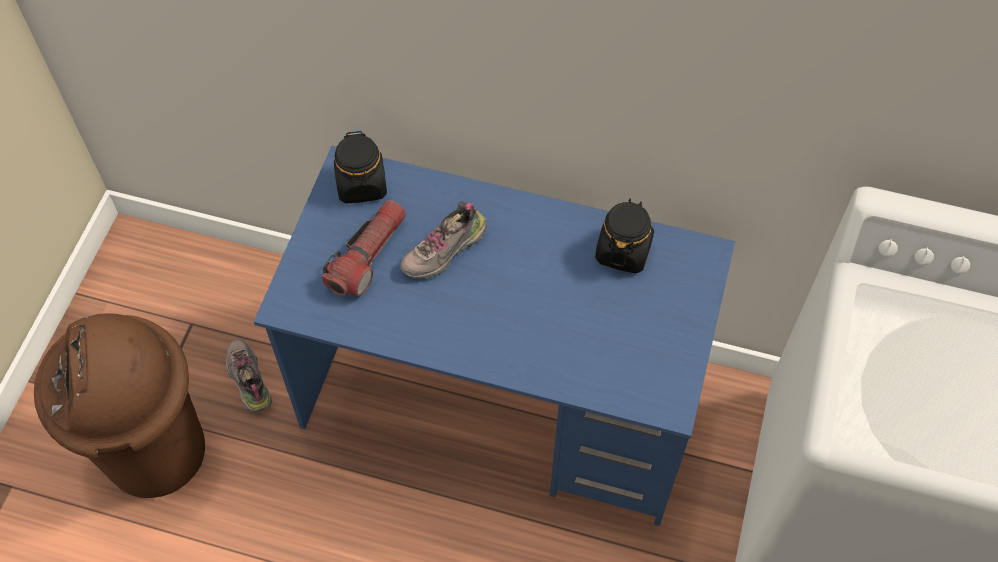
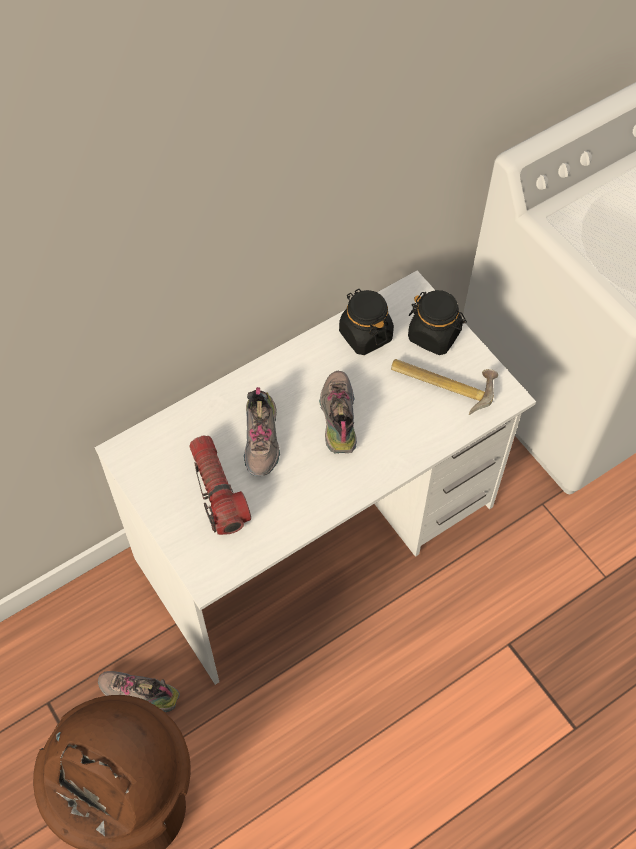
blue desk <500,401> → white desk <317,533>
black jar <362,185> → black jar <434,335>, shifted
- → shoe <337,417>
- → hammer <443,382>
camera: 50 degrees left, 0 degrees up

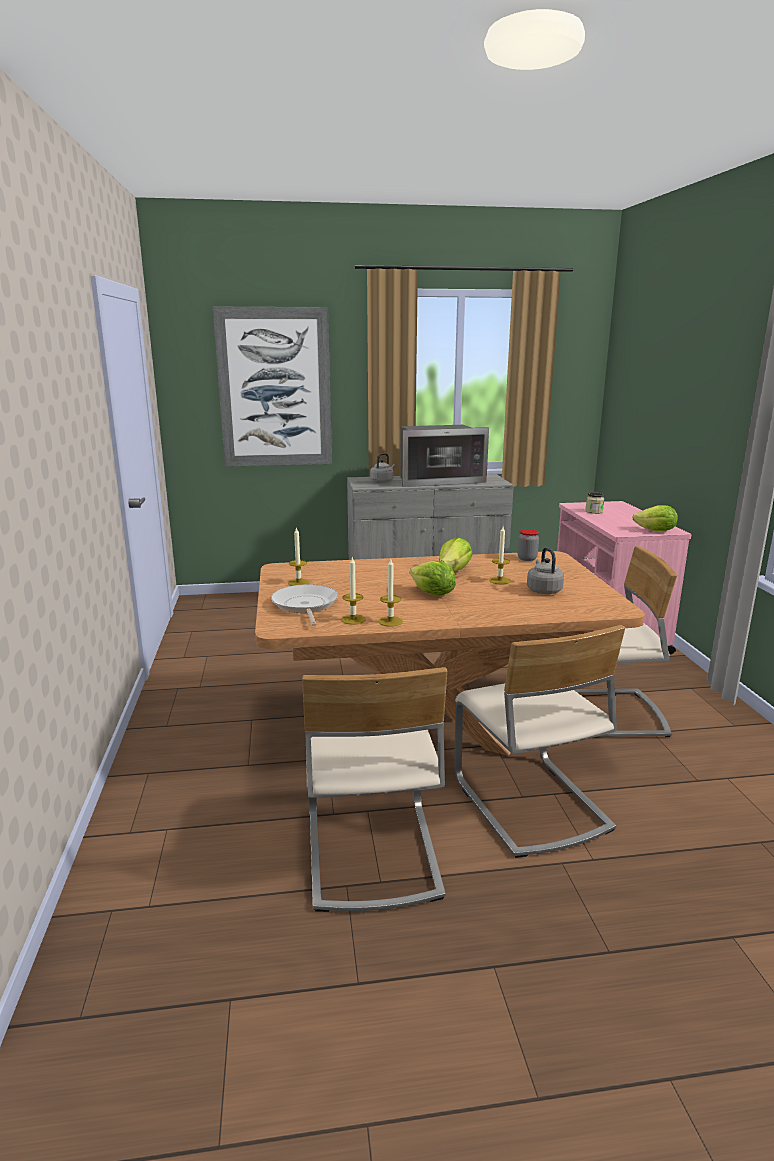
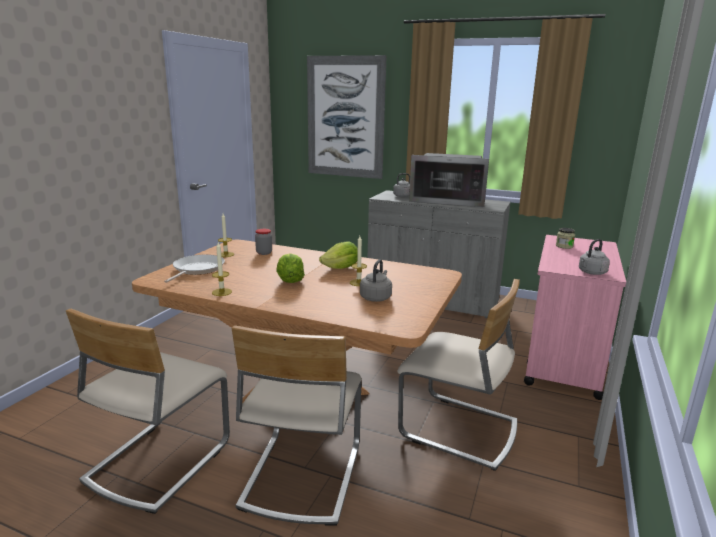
candle <353,619> → -
jar <527,558> → jar <264,253>, shifted
lettuce <656,531> → grey kettle <591,272>
camera: 30 degrees right, 0 degrees up

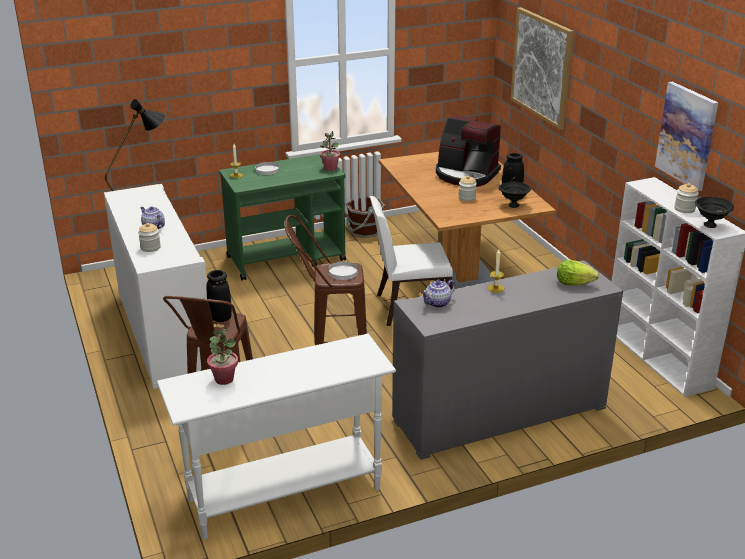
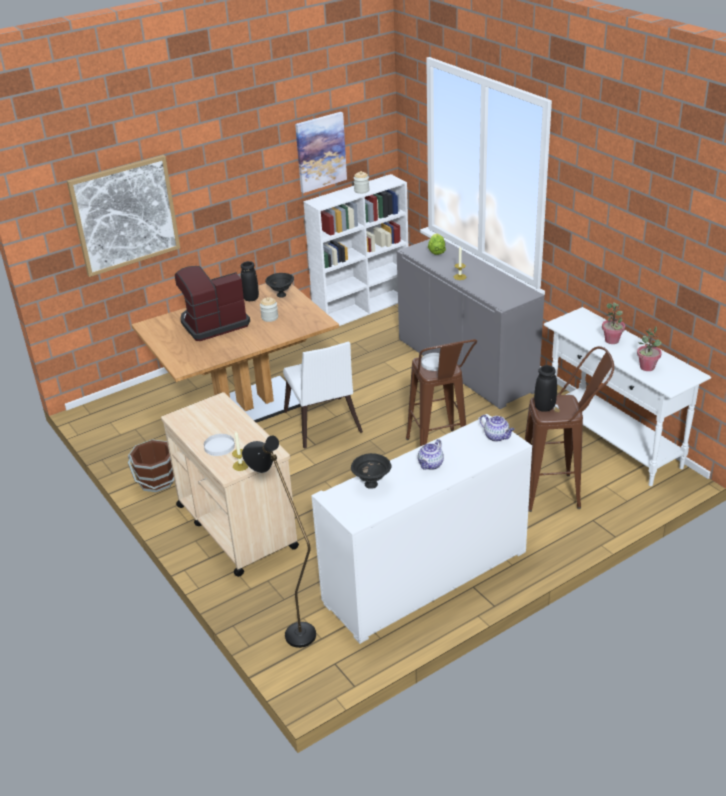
jar <150,247> → -
green cart <287,258> → beige cart <236,526>
potted plant <330,168> → potted plant <612,340>, shifted
teapot <437,303> → teapot <497,436>, shifted
coffee machine <466,175> → coffee machine <213,324>, 135 degrees counterclockwise
black bowl <710,226> → black bowl <372,484>, shifted
camera: 100 degrees left, 5 degrees up

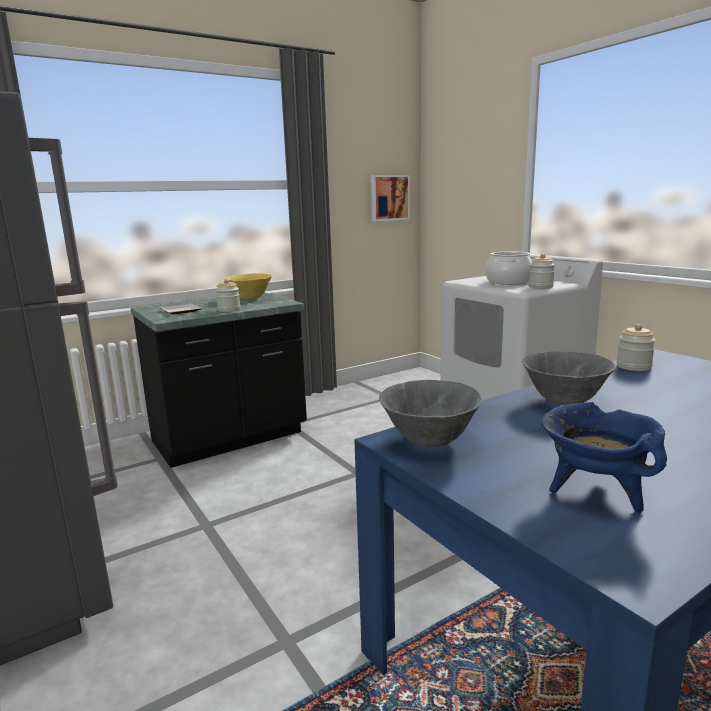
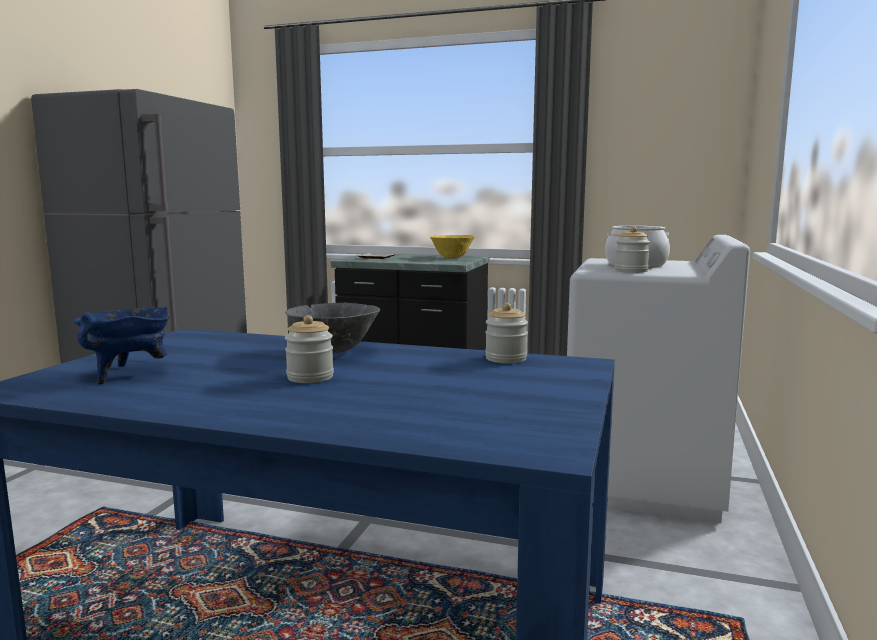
jar <229,309> → jar <310,377>, shifted
picture <389,198> → -
grey bowl <429,442> → -
camera: 50 degrees right, 5 degrees down

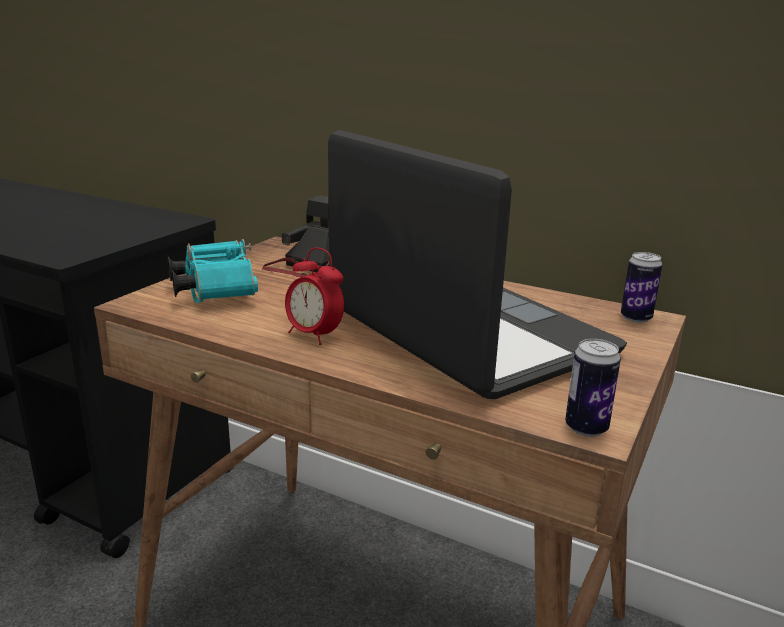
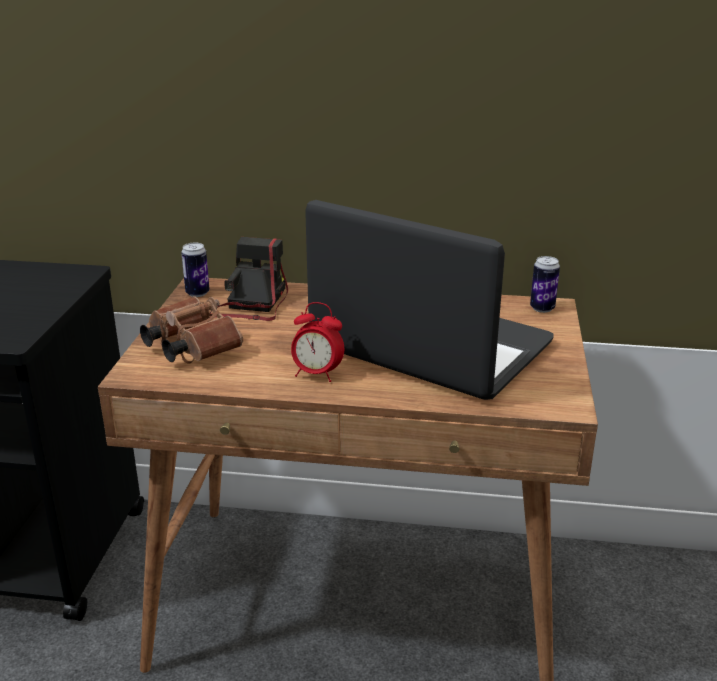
turquoise binoculars <214,290> → brown binoculars <190,347>
can <586,428> → can <197,293>, shifted
camera: 20 degrees left, 5 degrees up

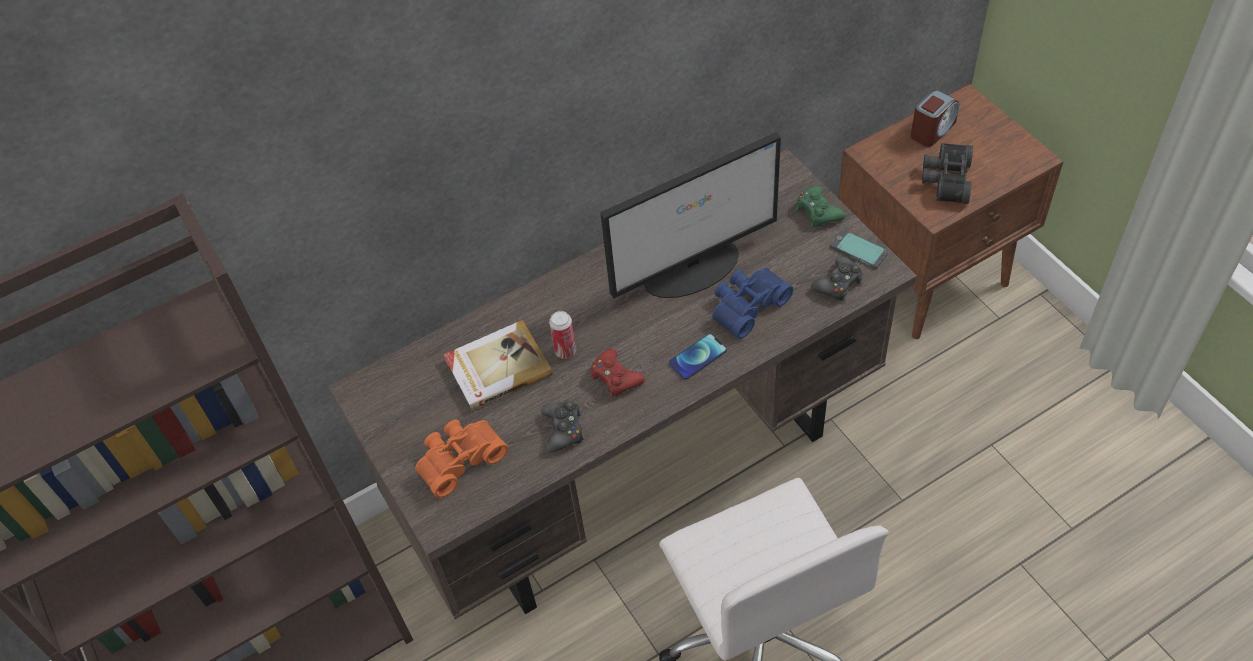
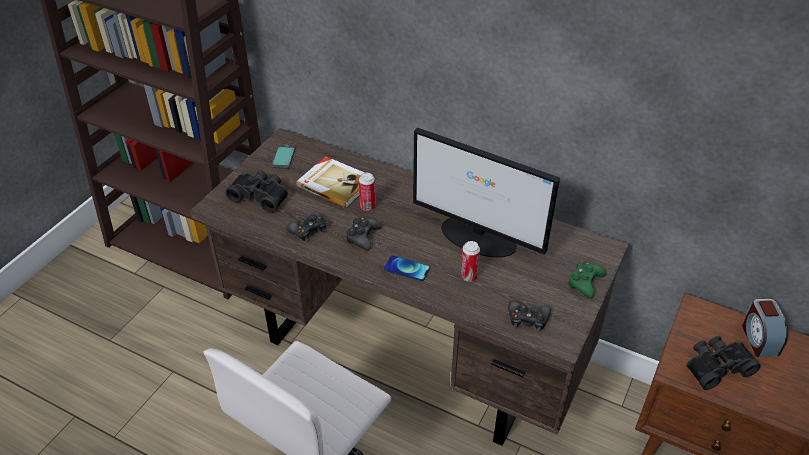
orange binoculars <459,459> → black binoculars <261,195>
red game controller <615,378> → black game controller <363,237>
blue binoculars <746,305> → can <468,276>
phone <858,250> → phone <283,157>, shifted
alarm clock <932,130> → alarm clock <759,339>, 75 degrees clockwise
camera: 55 degrees right, 10 degrees down

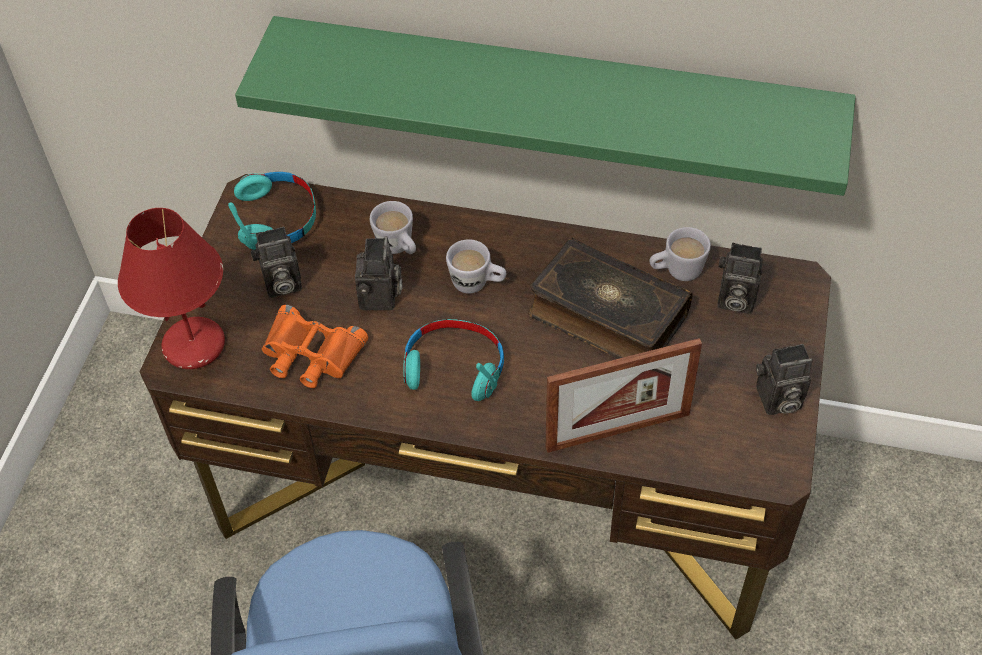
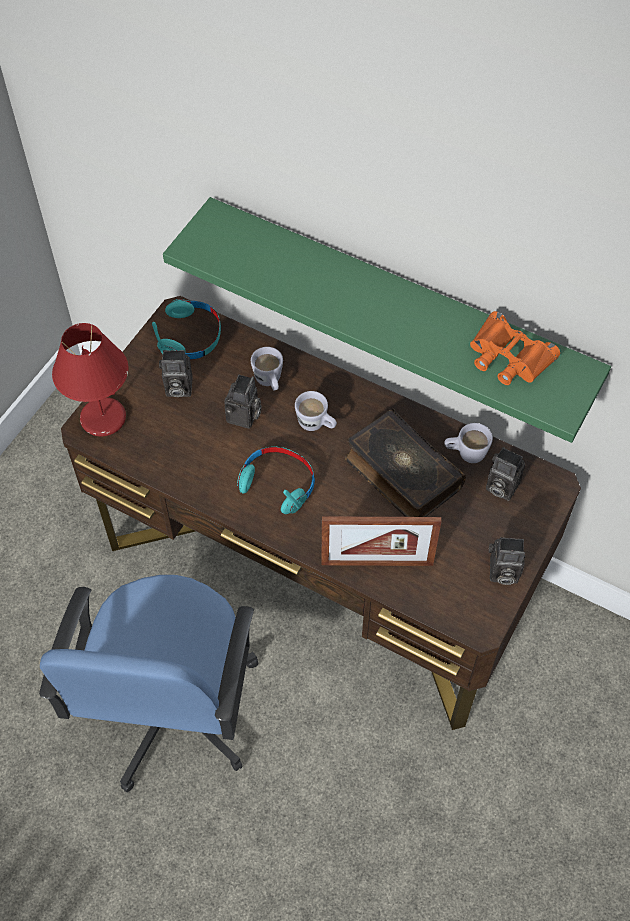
orange binoculars <310,354> → orange binoculars <508,357>, shifted
camera: 15 degrees right, 5 degrees up

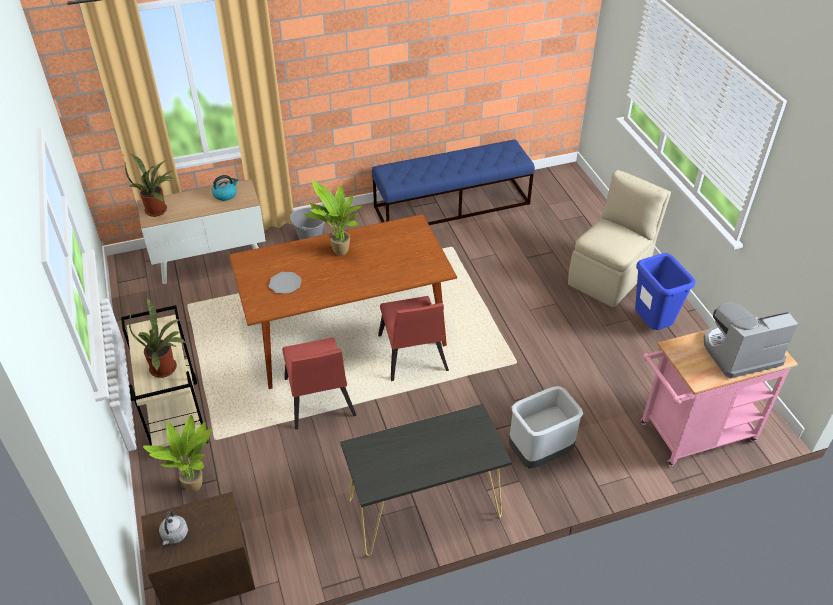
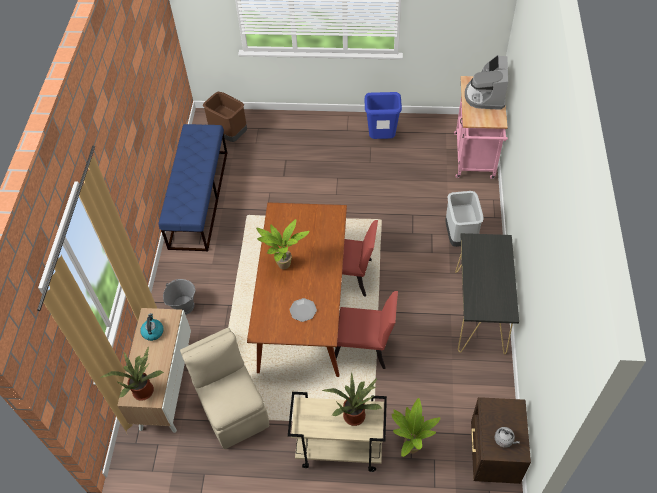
beige chair <609,277> → beige chair <233,409>, shifted
- → brown trash can <228,135>
camera: 65 degrees left, 10 degrees up

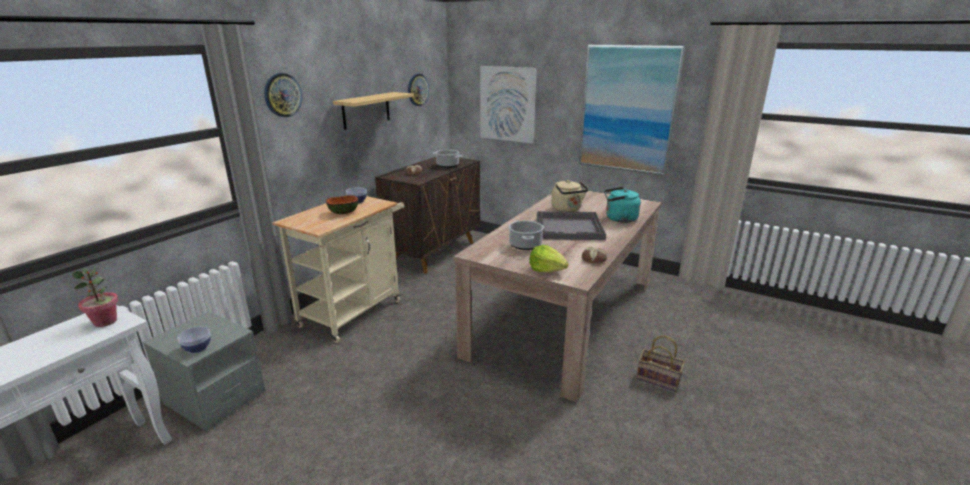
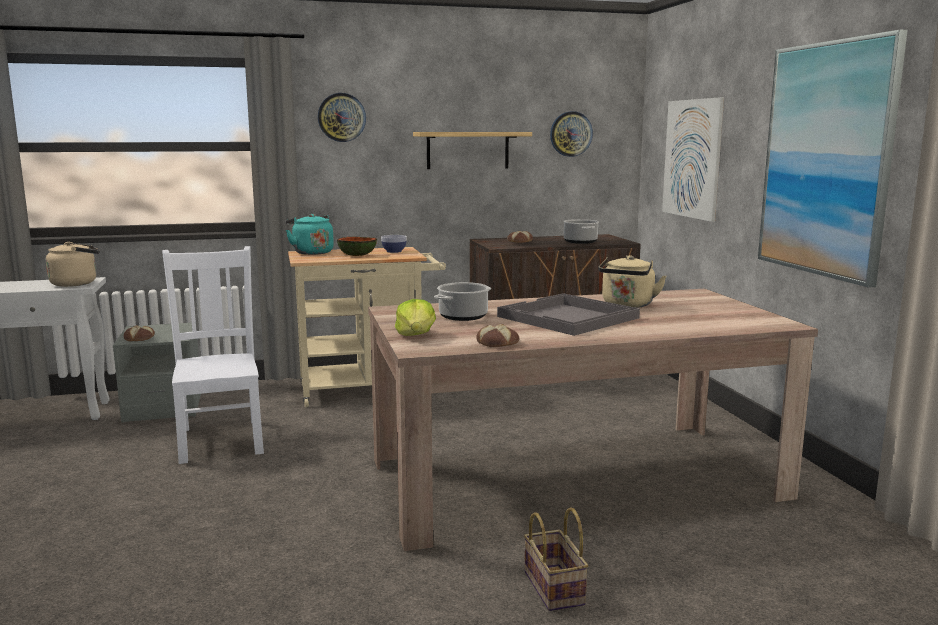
potted plant <106,322> → beige kettle <77,283>
bowl <197,348> → bread <140,338>
turquoise kettle <619,219> → turquoise kettle <311,252>, shifted
- → white chair <221,439>
camera: 45 degrees right, 10 degrees down

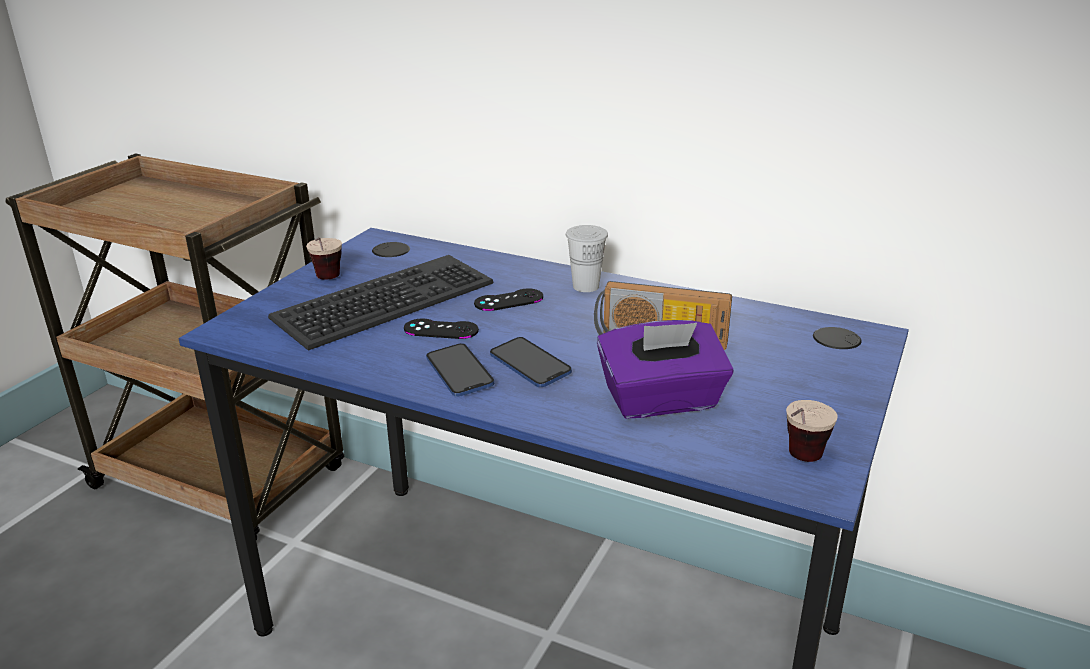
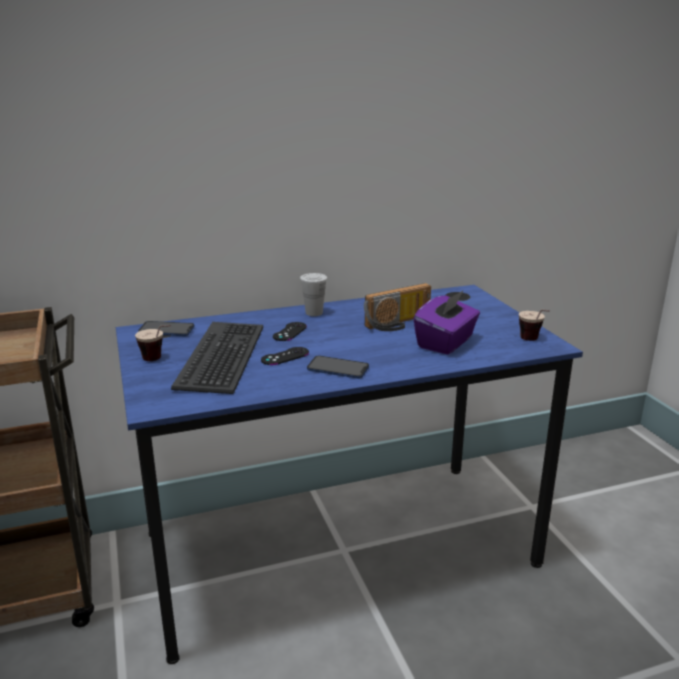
phone <530,364> → phone <166,330>, shifted
camera: 45 degrees left, 5 degrees down

